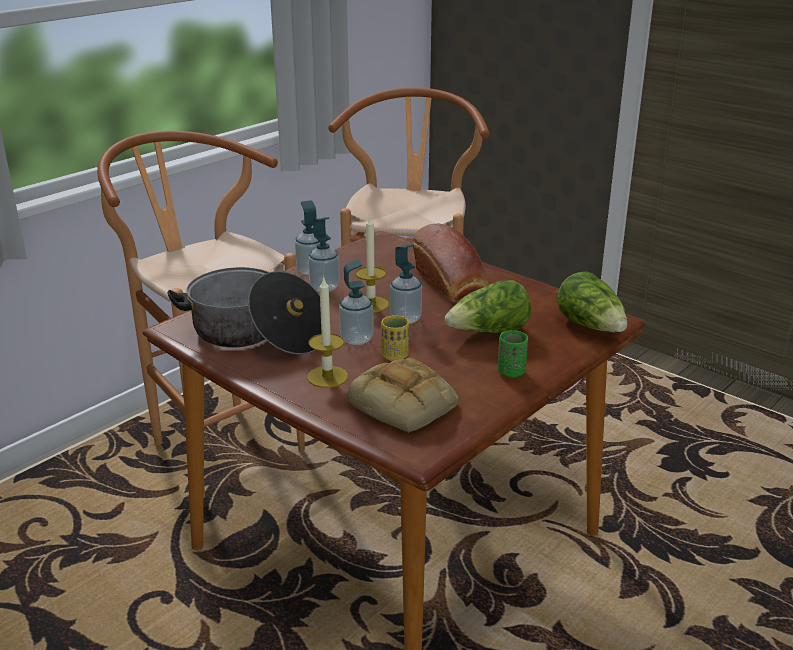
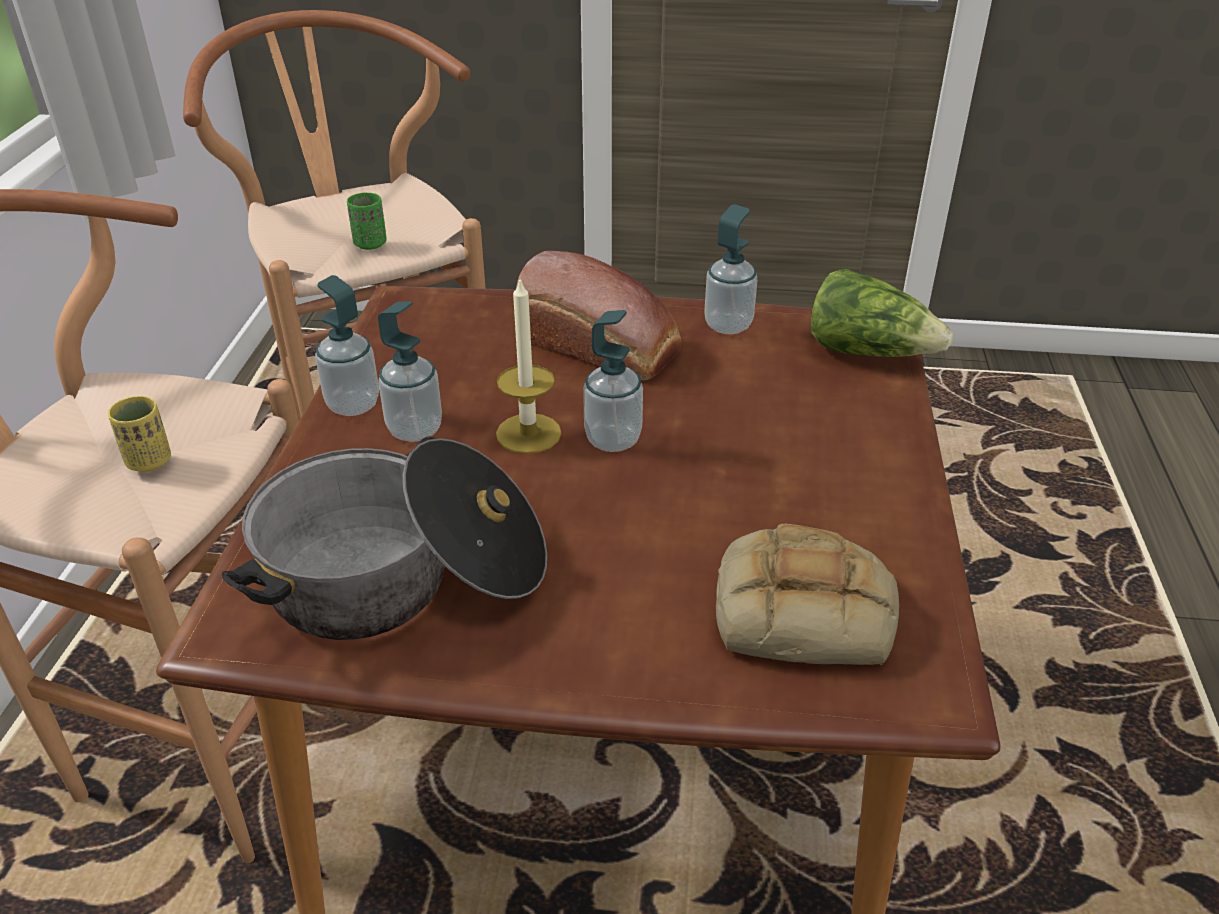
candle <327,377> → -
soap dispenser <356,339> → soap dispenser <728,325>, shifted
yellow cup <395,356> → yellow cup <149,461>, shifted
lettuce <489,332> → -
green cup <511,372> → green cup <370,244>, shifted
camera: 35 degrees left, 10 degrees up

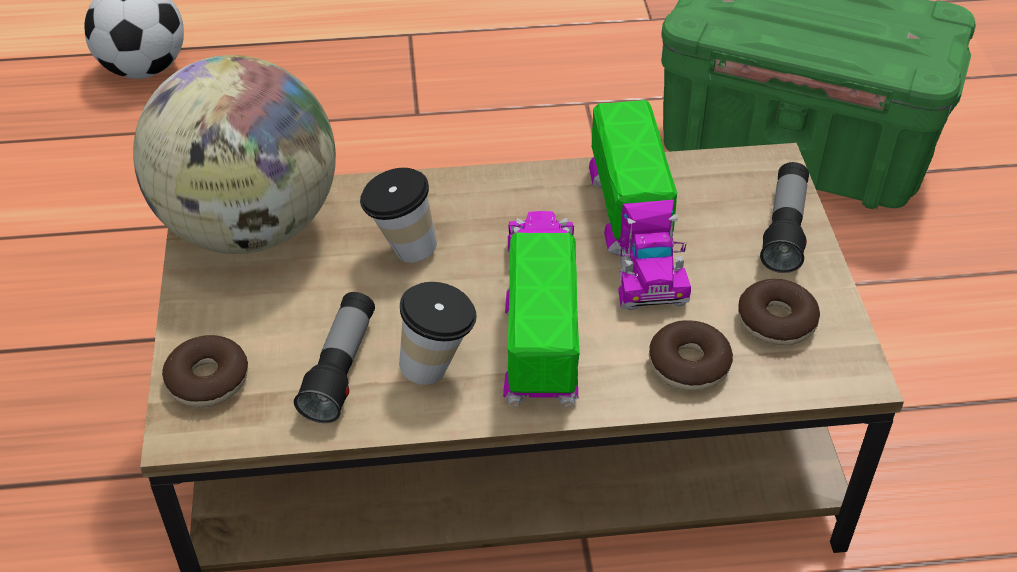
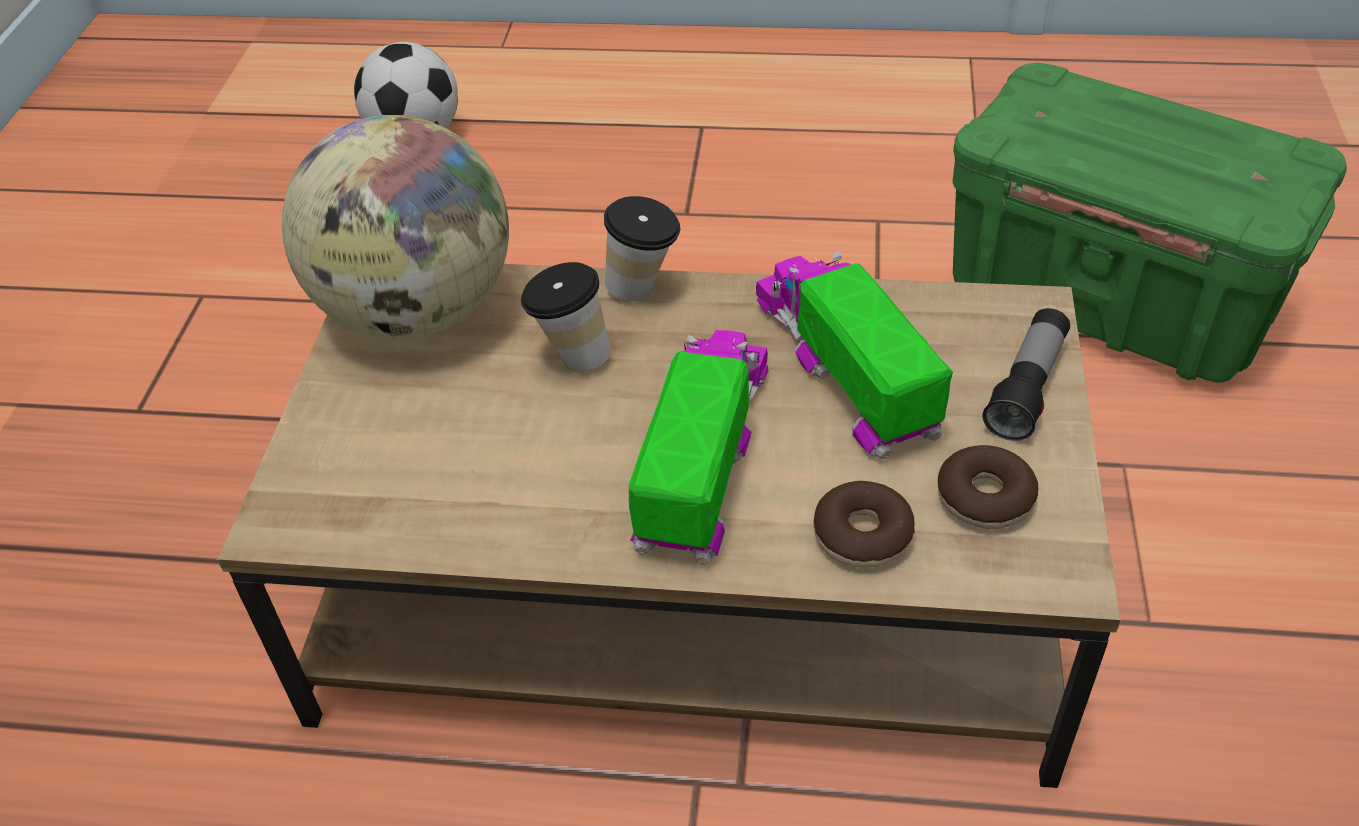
donut <208,380> → -
flashlight <341,369> → -
cup <438,368> → cup <644,289>, shifted
toy truck <635,232> → toy truck <845,369>, 150 degrees clockwise
camera: 15 degrees right, 0 degrees up

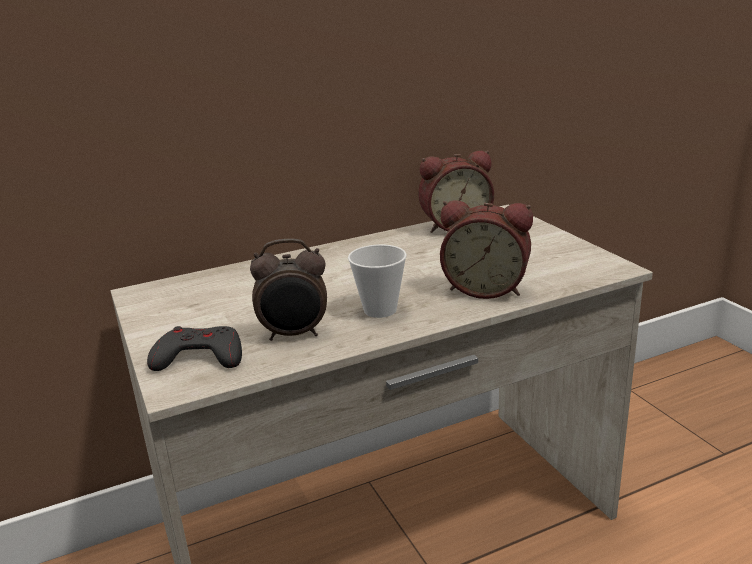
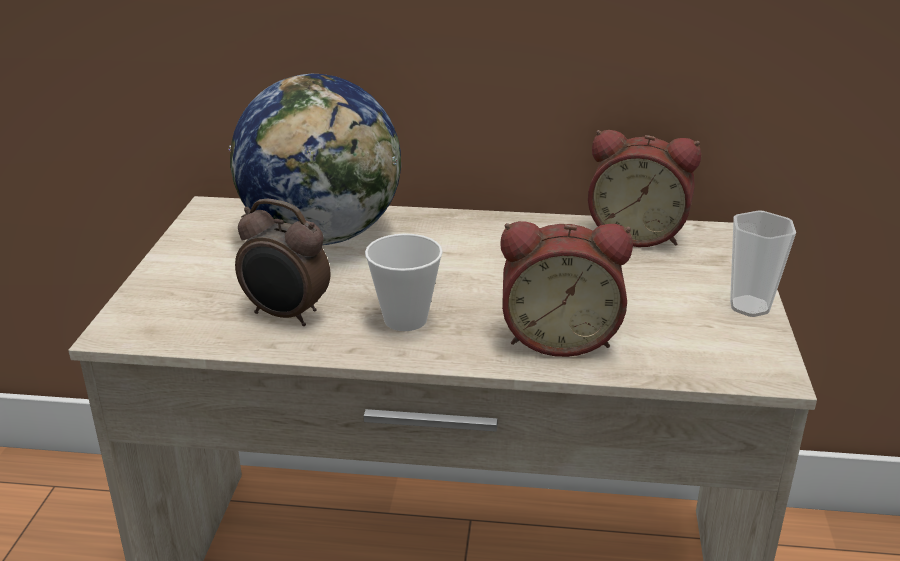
grey game controller <199,357> → -
alarm clock <486,288> → alarm clock <559,337>, 45 degrees counterclockwise
- → globe <323,235>
- → cup <749,306>
camera: 30 degrees right, 5 degrees up

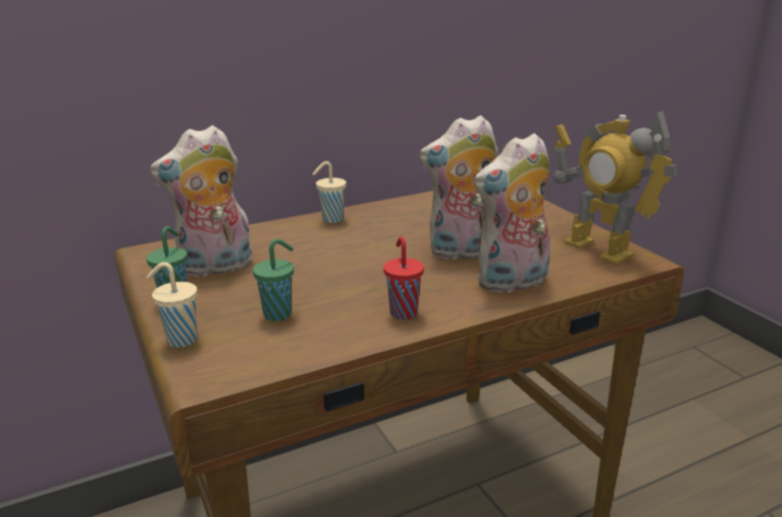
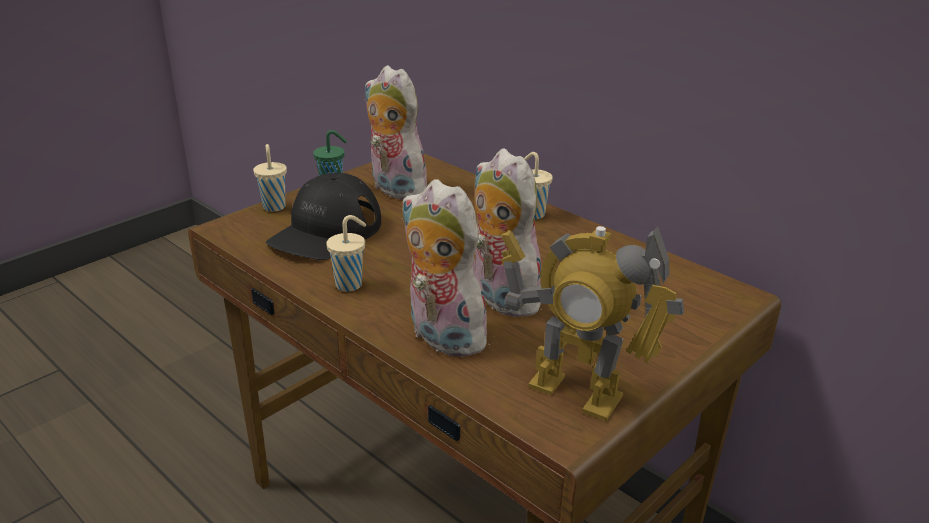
green cup <279,314> → black cap <326,232>
red cup <403,312> → beige cup <350,284>
toy robot <598,249> → toy robot <575,392>, 90 degrees counterclockwise
camera: 70 degrees right, 5 degrees up

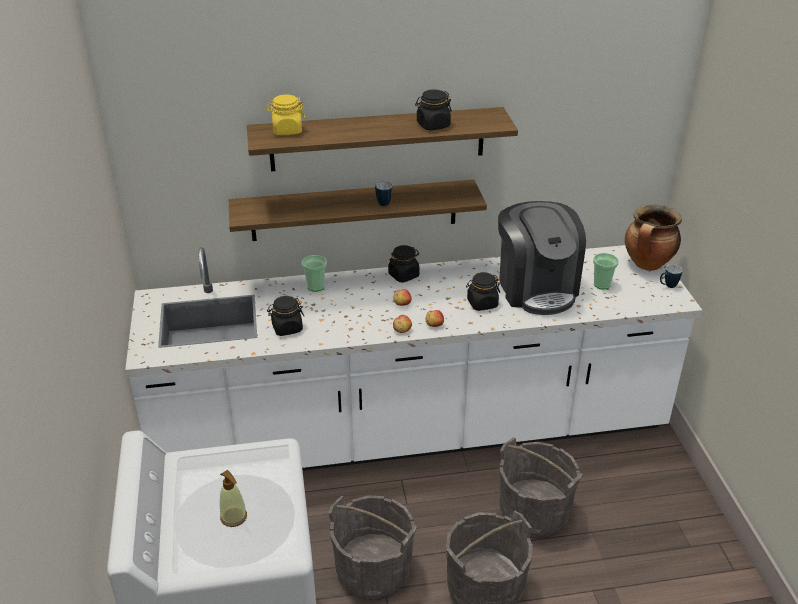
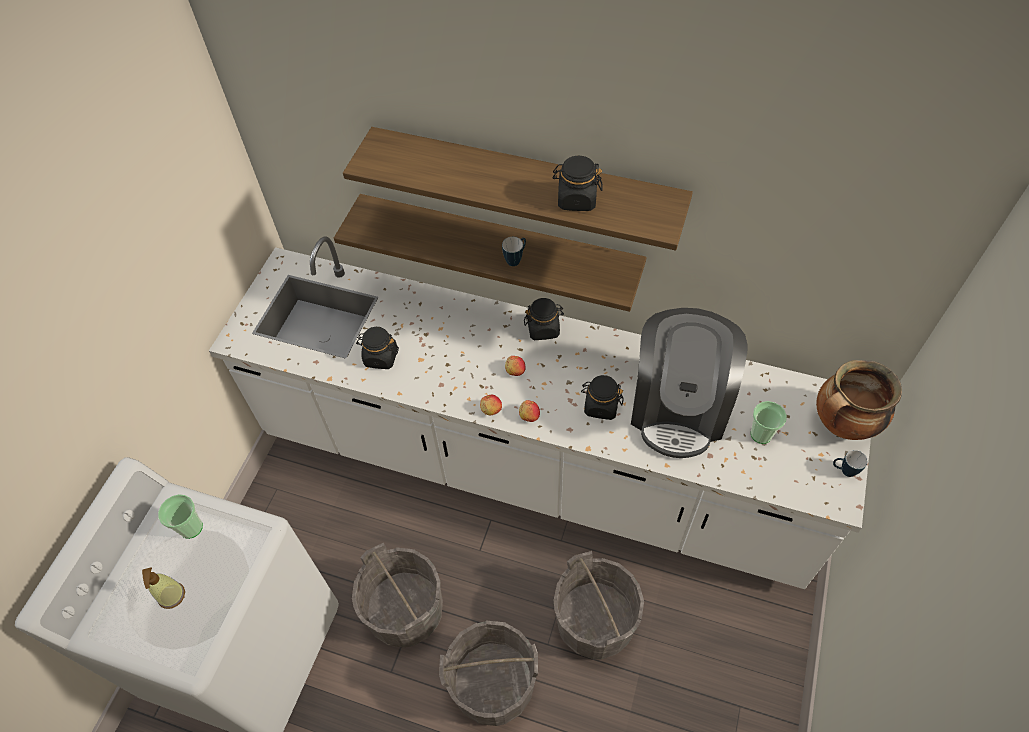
yellow jar <287,130> → -
cup <315,287> → cup <191,527>, shifted
camera: 30 degrees right, 20 degrees up

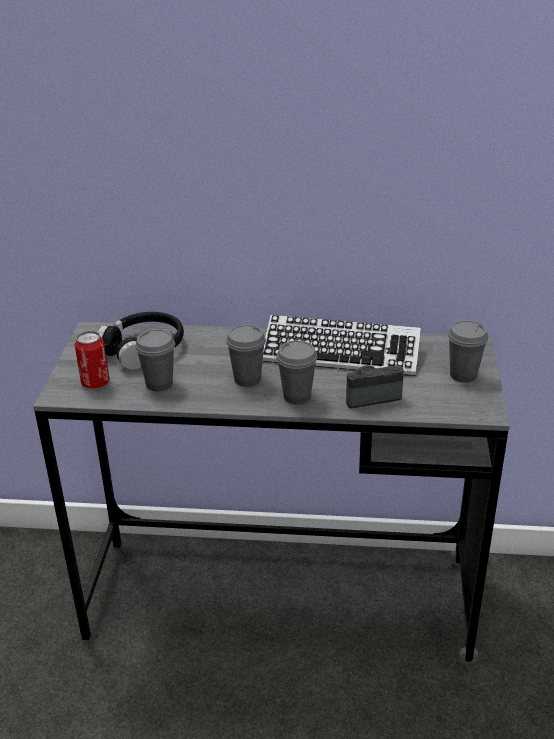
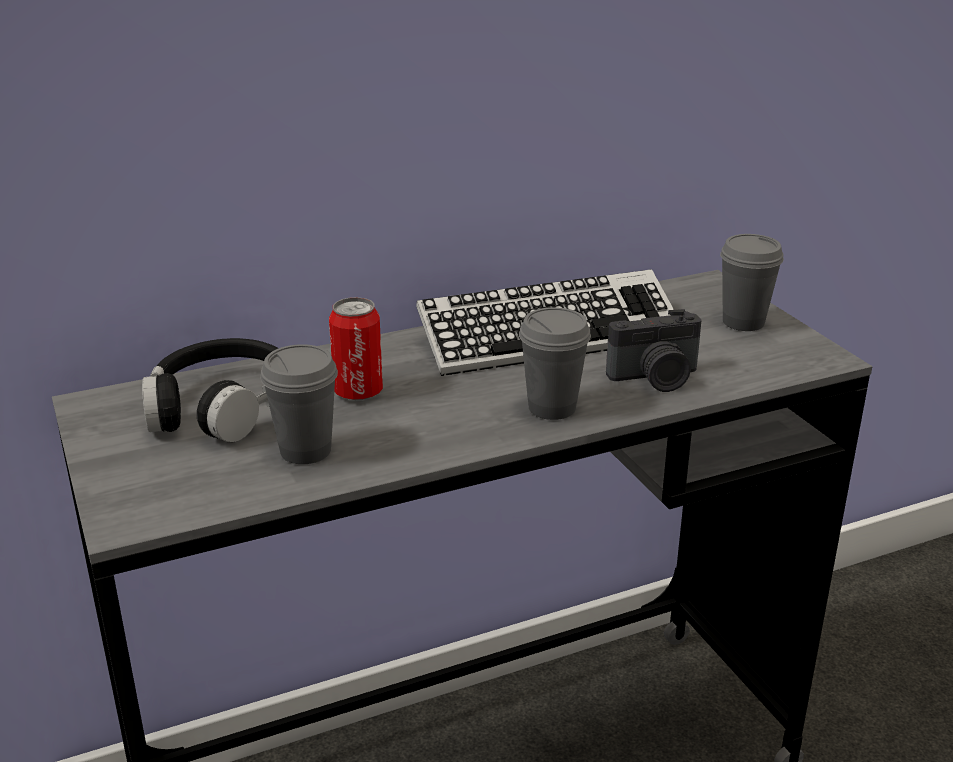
can <95,383> → can <358,392>, shifted
grey cup <247,379> → -
photo camera <371,396> → photo camera <656,378>, 150 degrees counterclockwise
camera: 30 degrees left, 5 degrees down

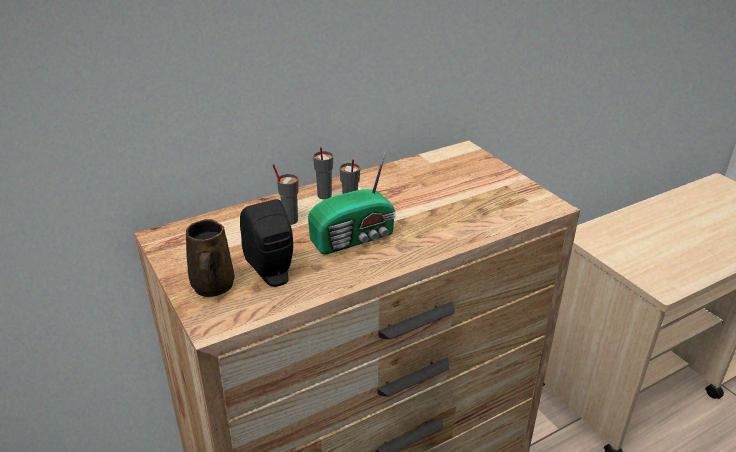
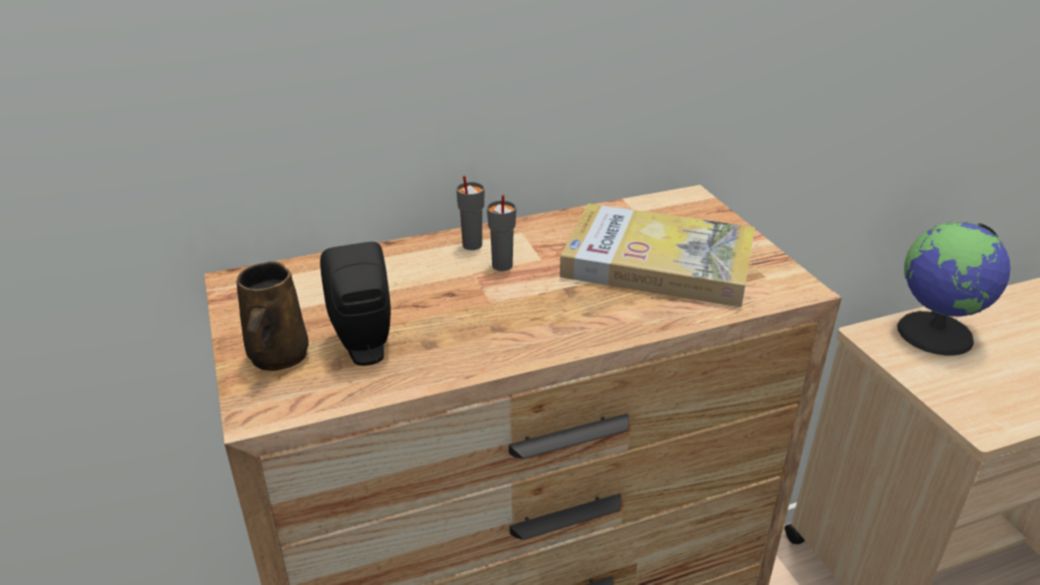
grey cup <290,220> → -
radio <355,238> → -
- → book <658,262>
- → globe <936,334>
camera: 10 degrees right, 0 degrees up

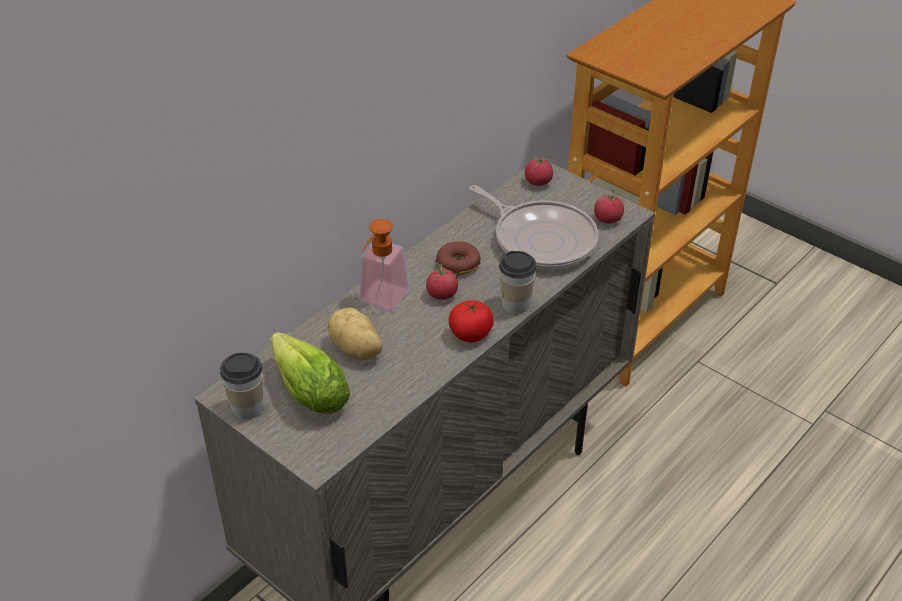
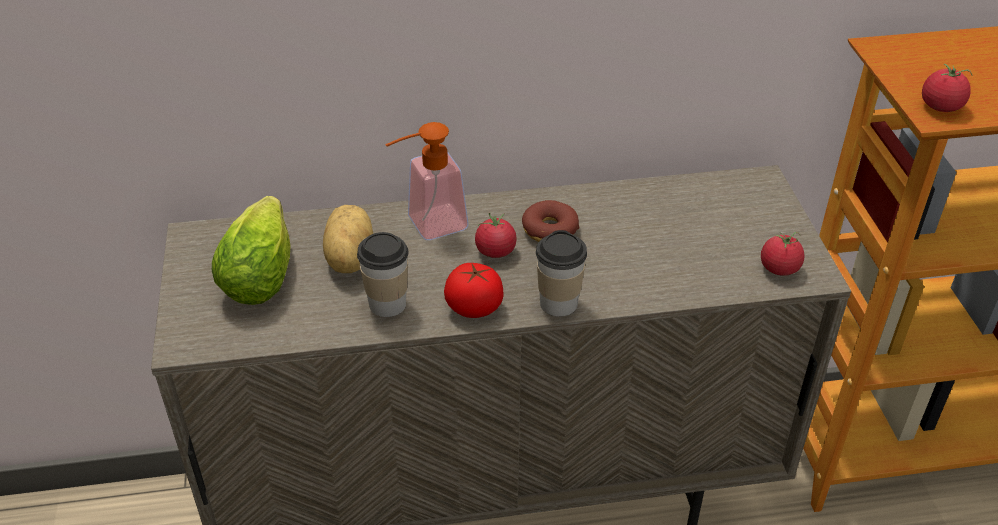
cup <247,408> → cup <387,304>, shifted
frying pan <541,239> → -
tomato <538,182> → tomato <940,107>, shifted
camera: 40 degrees right, 0 degrees up

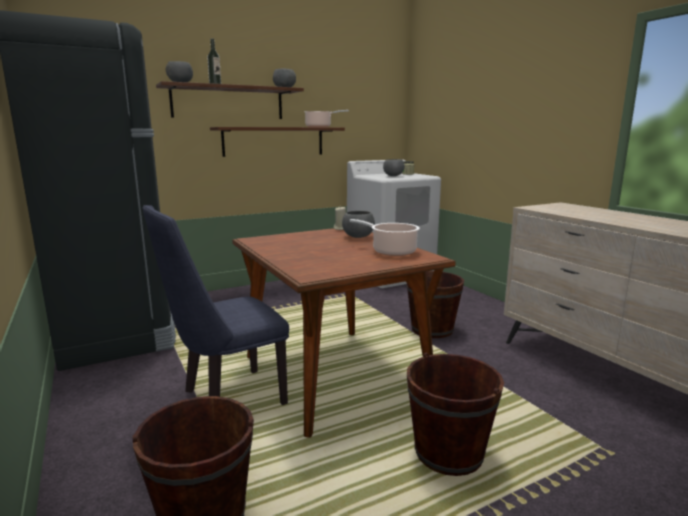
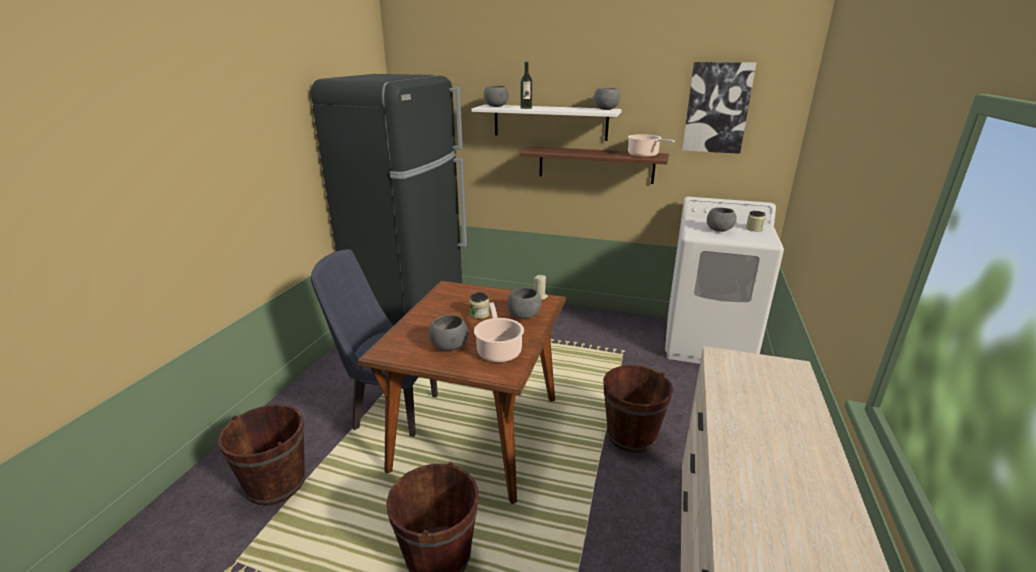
brown shelf <228,103> → white shelf <550,122>
- → grey bowl <449,347>
- → jar <479,314>
- → picture <717,108>
camera: 45 degrees right, 10 degrees up

